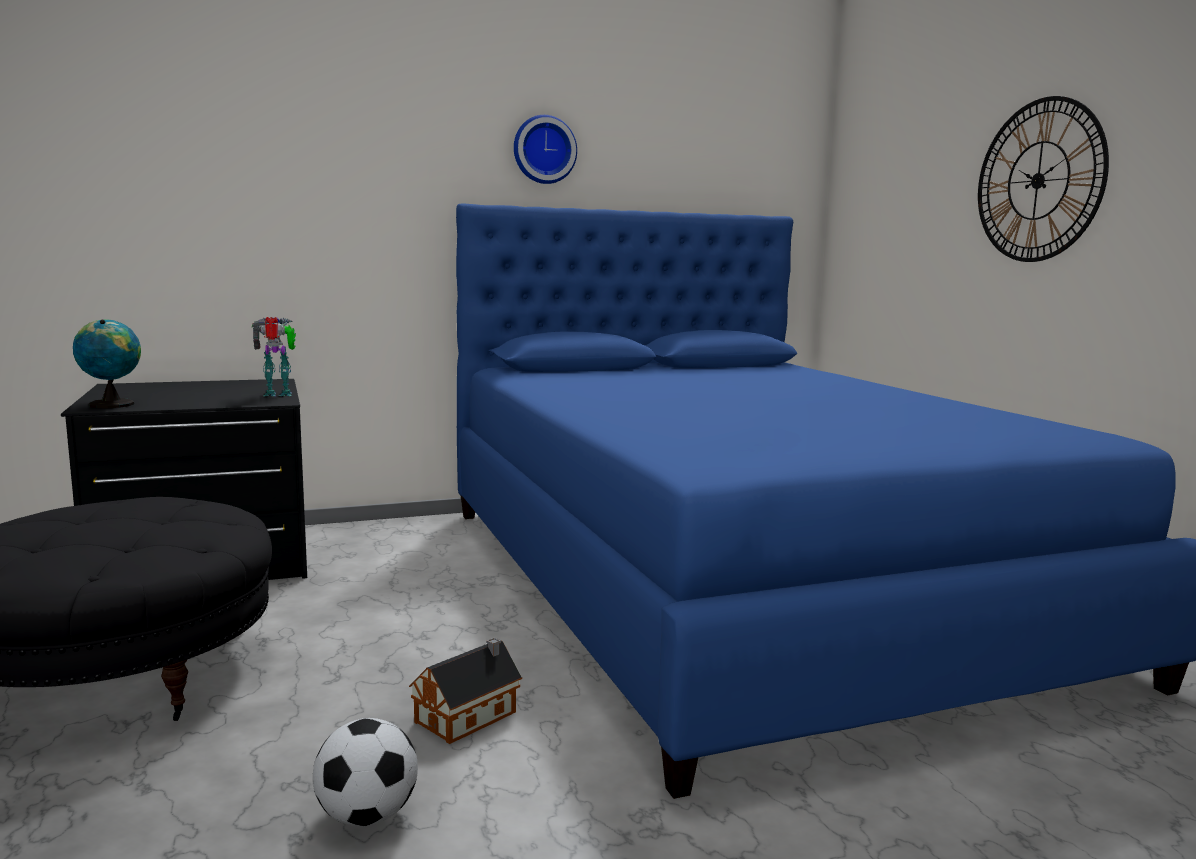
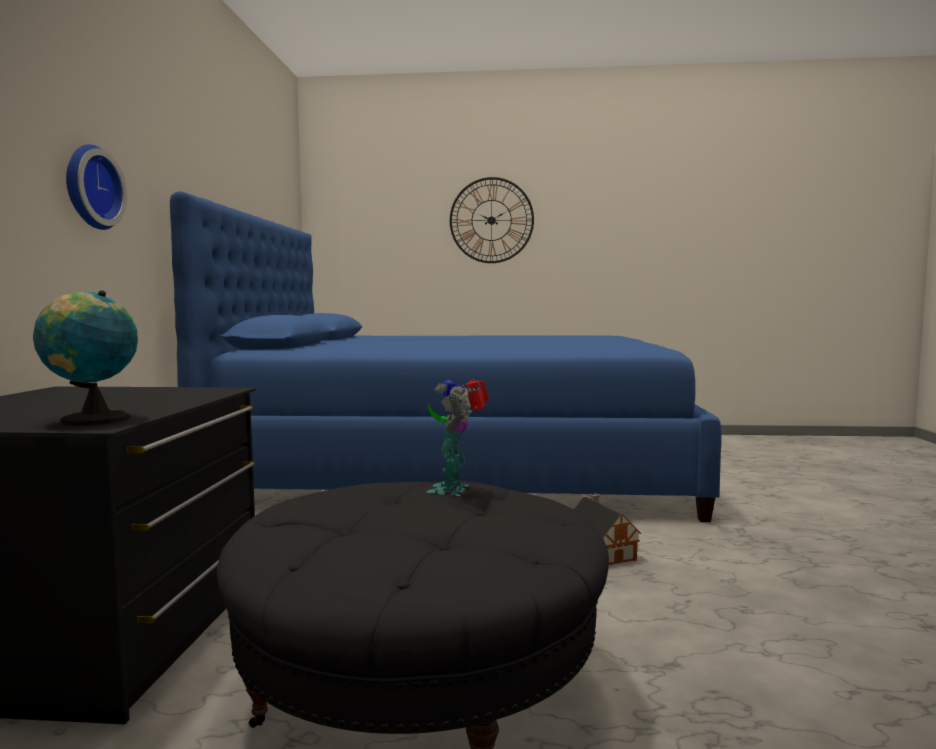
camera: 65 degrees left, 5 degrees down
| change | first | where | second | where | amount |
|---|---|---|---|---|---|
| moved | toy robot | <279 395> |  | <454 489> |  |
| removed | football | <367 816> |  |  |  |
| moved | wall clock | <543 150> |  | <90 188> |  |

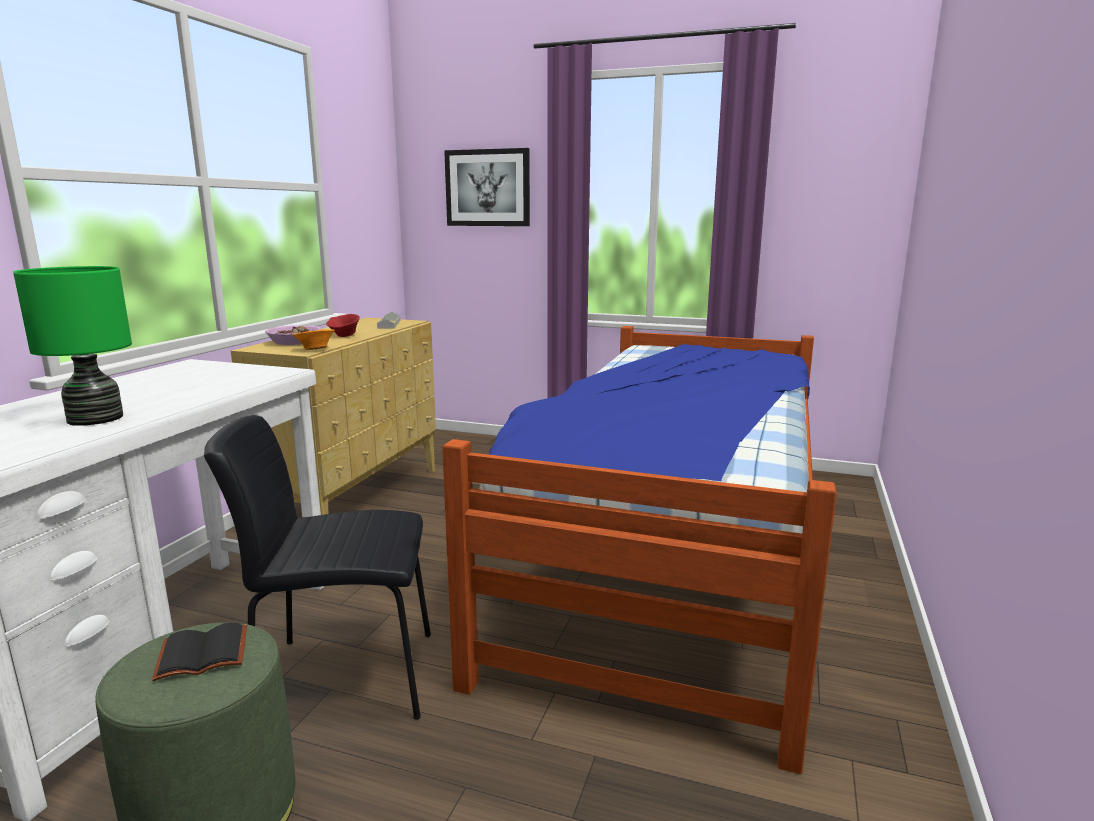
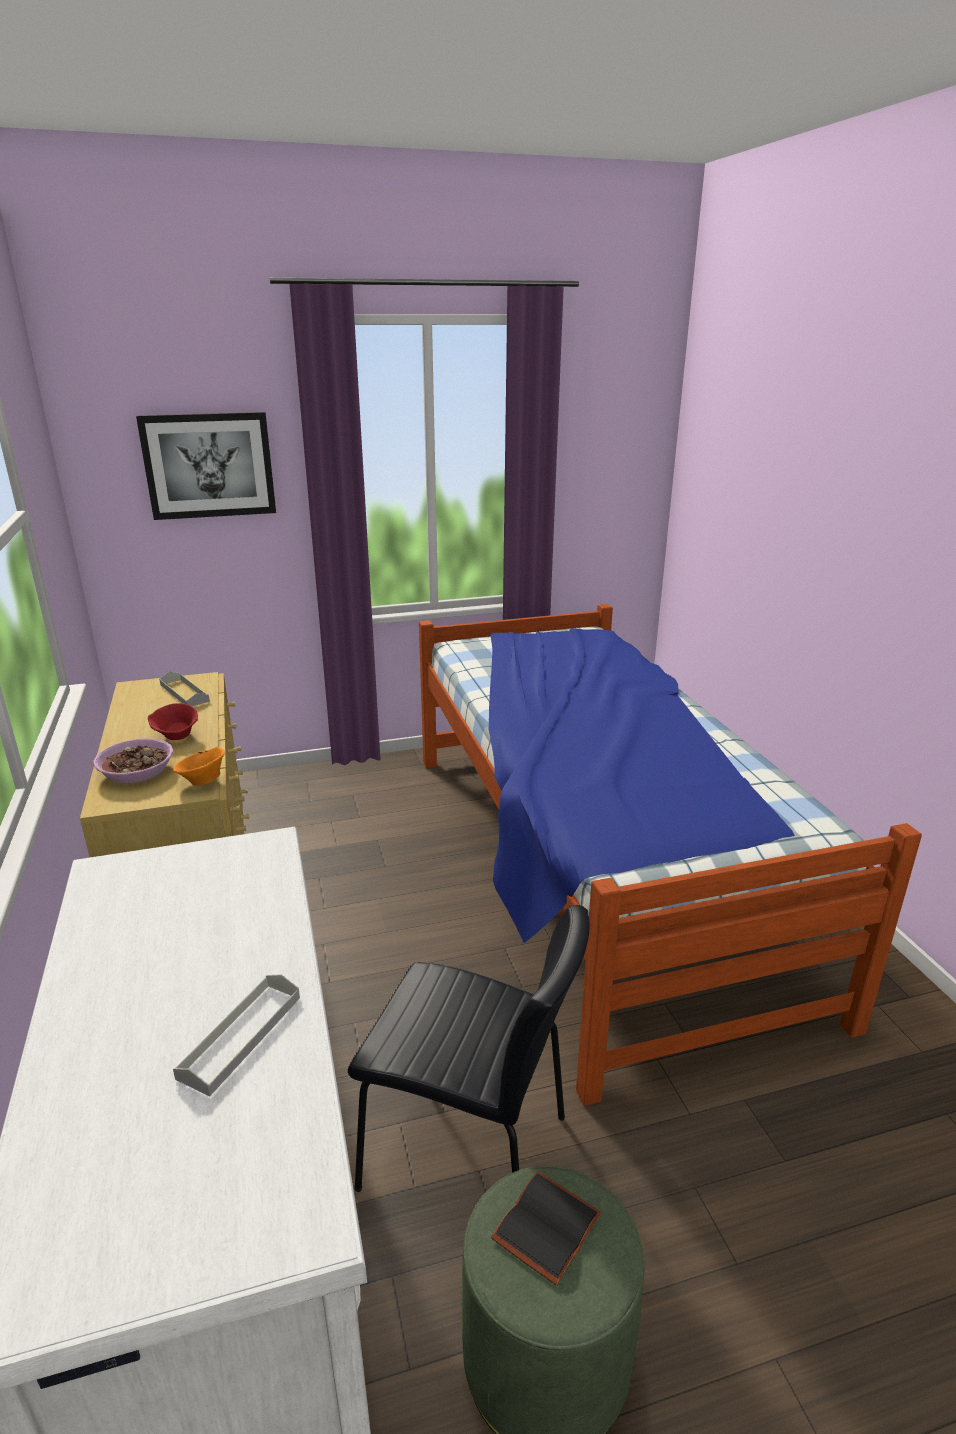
camera: 35 degrees left, 10 degrees up
| change | first | where | second | where | amount |
|---|---|---|---|---|---|
| replaced | green table lamp | <95 419> | grey tray | <241 1036> |  |
| turned | black chair | <340 678> |  | <472 1154> | 120 degrees counterclockwise |

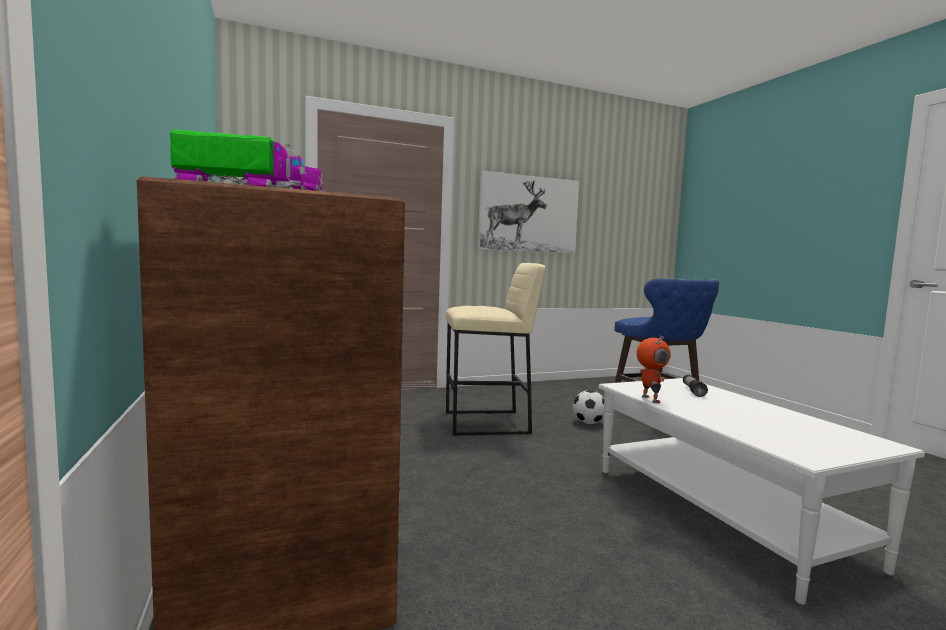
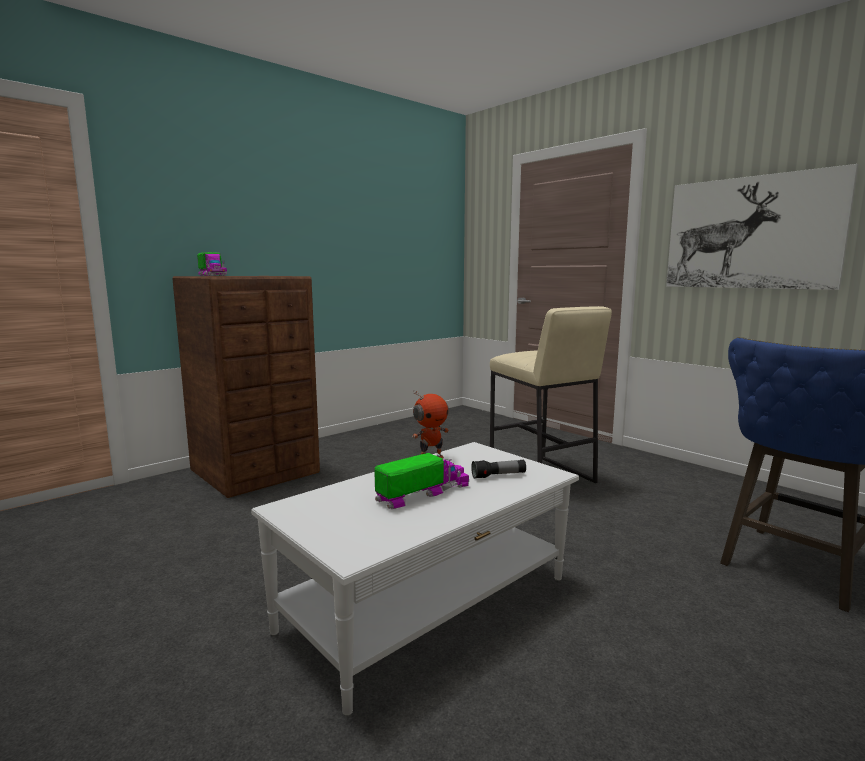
camera: 70 degrees right, 5 degrees up
| change | first | where | second | where | amount |
|---|---|---|---|---|---|
| removed | football | <588 423> |  |  |  |
| added |  |  | toy truck | <423 493> |  |

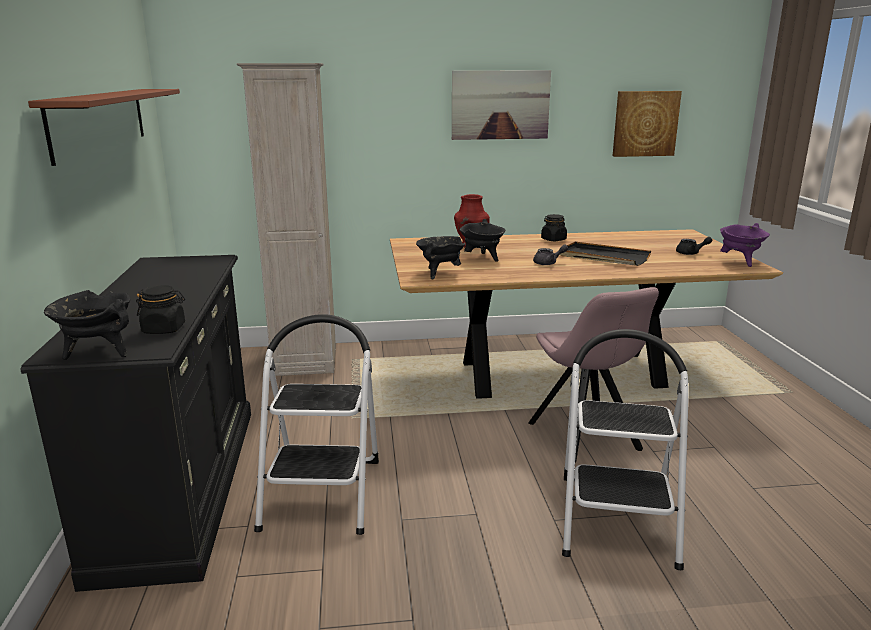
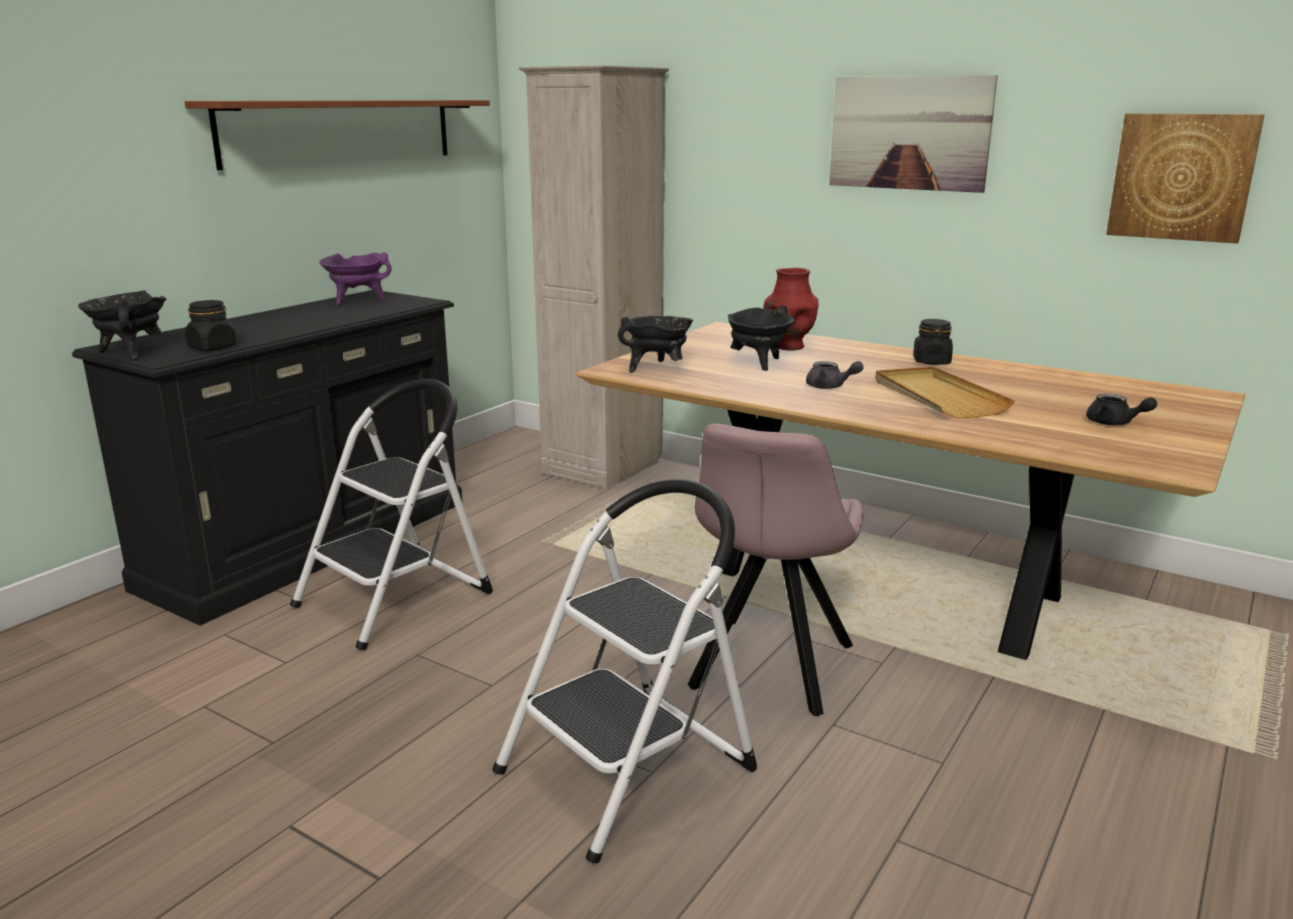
camera: 40 degrees right, 0 degrees up
| change | first | where | second | where | amount |
|---|---|---|---|---|---|
| recoloured | black tray | <603 257> | beige tray | <937 397> |  |
| moved | purple cooking pot | <740 262> |  | <357 302> |  |

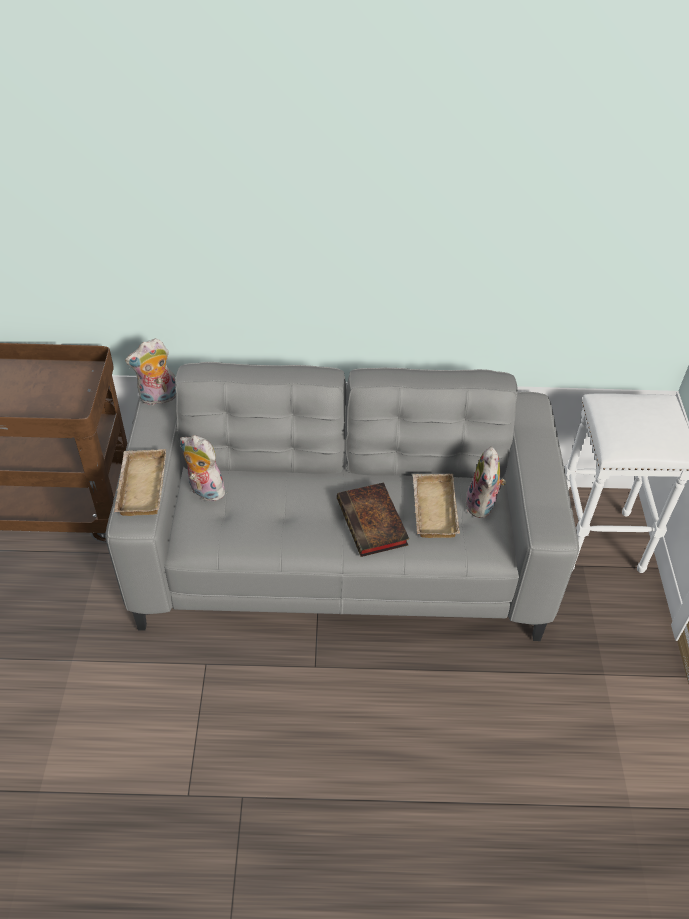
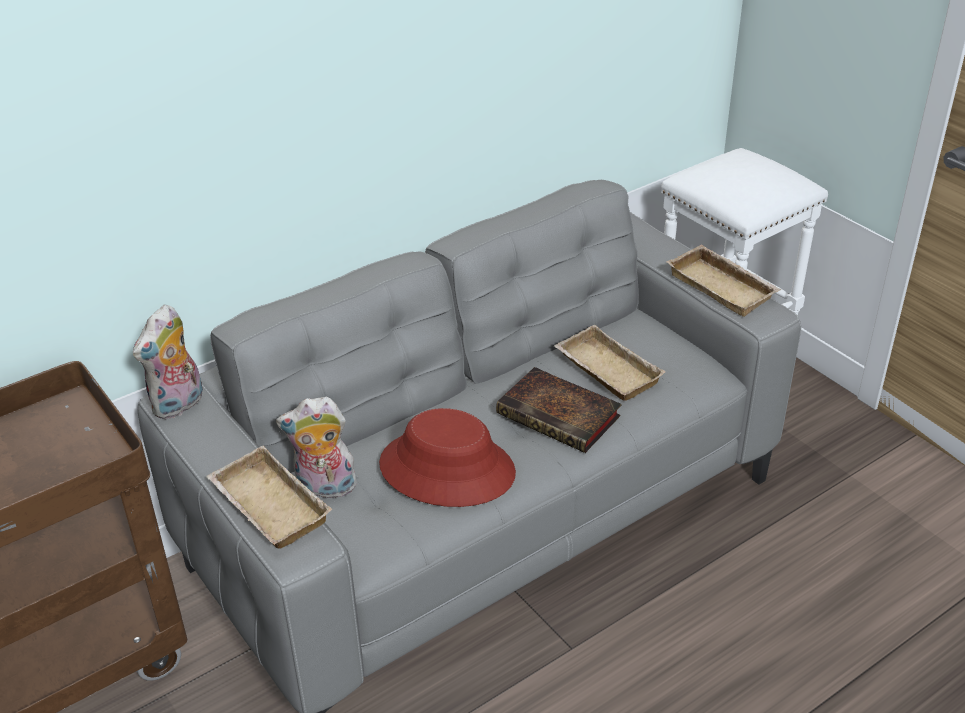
camera: 35 degrees left, 10 degrees down
| change | first | where | second | where | amount |
|---|---|---|---|---|---|
| removed | plush toy | <482 505> |  |  |  |
| added |  |  | red hat | <447 469> |  |
| added |  |  | beige tray | <724 287> |  |

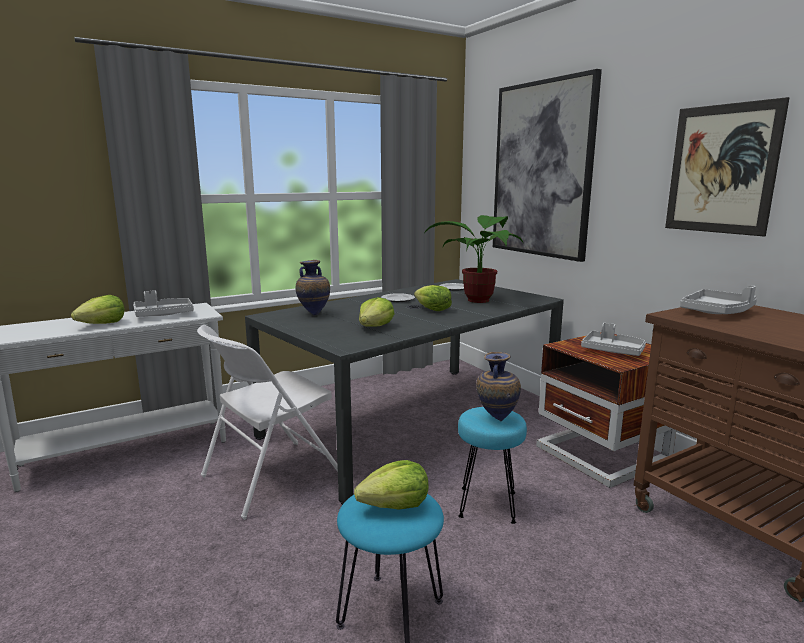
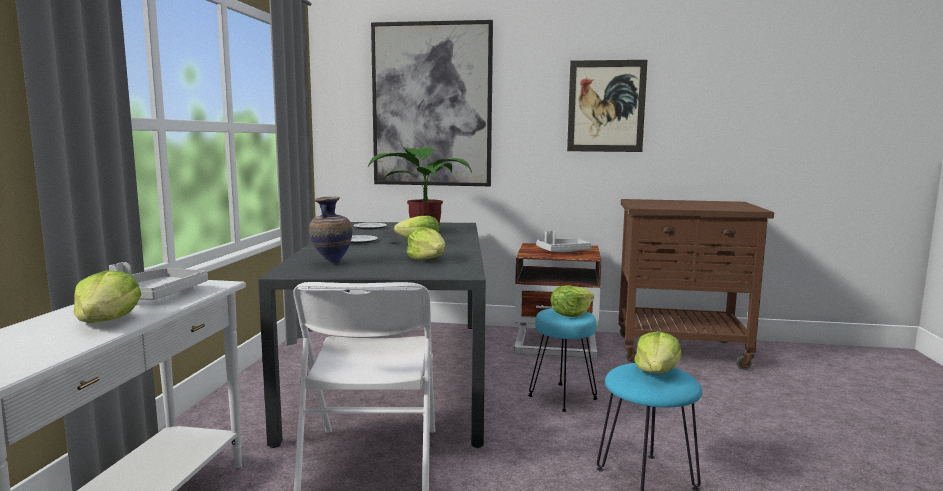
camera: 50 degrees left, 5 degrees down
| change | first | where | second | where | amount |
|---|---|---|---|---|---|
| replaced | vase | <496 419> | lettuce | <571 313> |  |
| removed | grey tray | <717 312> |  |  |  |

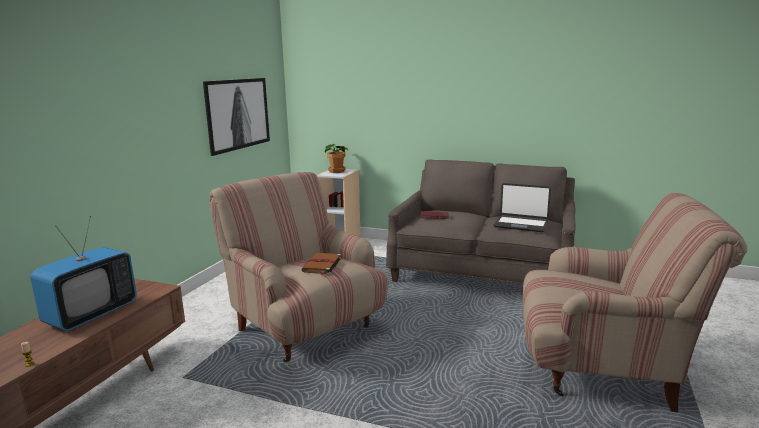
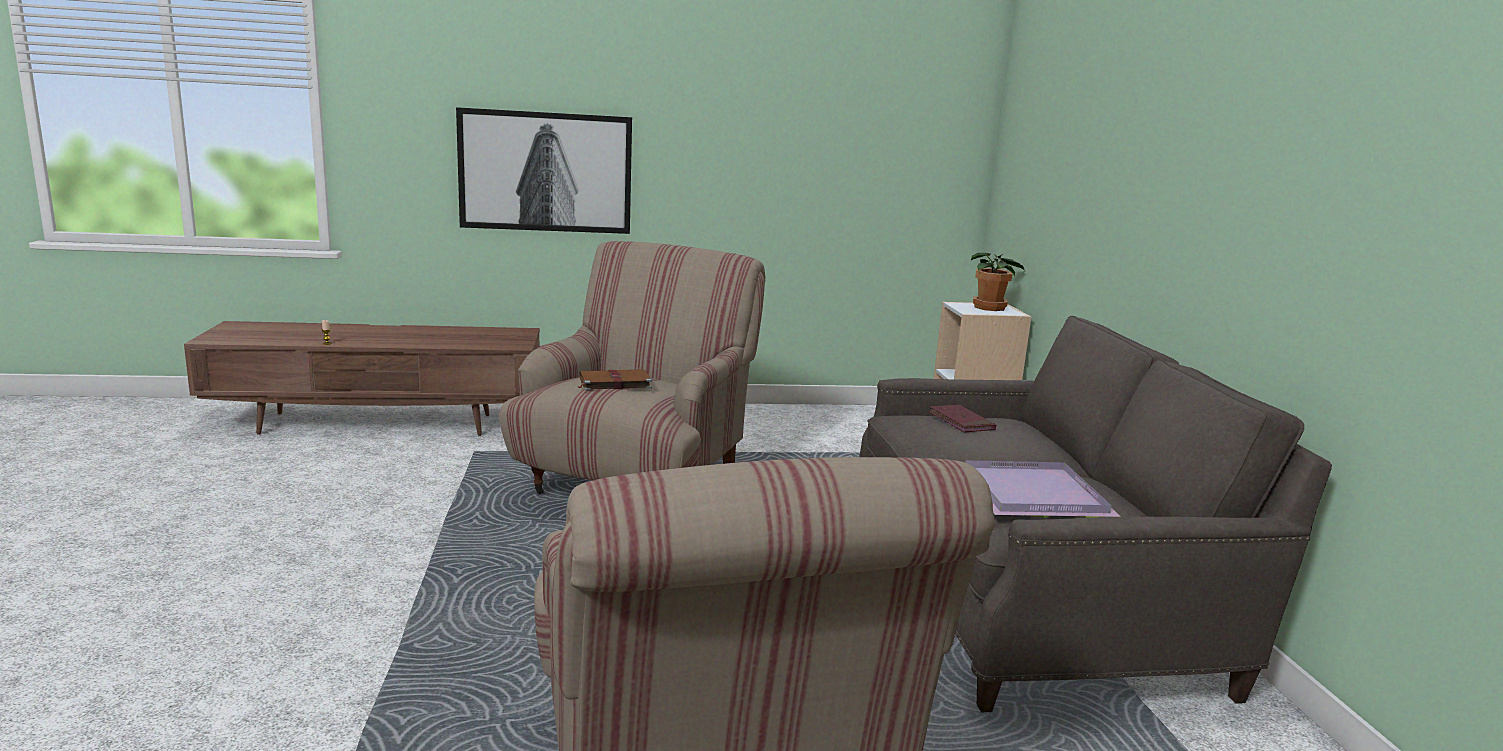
camera: 60 degrees right, 0 degrees up
| change | first | where | second | where | amount |
|---|---|---|---|---|---|
| removed | television | <91 314> |  |  |  |
| moved | picture | <238 114> |  | <545 172> |  |
| replaced | laptop | <521 224> | purple tray | <1036 496> |  |

